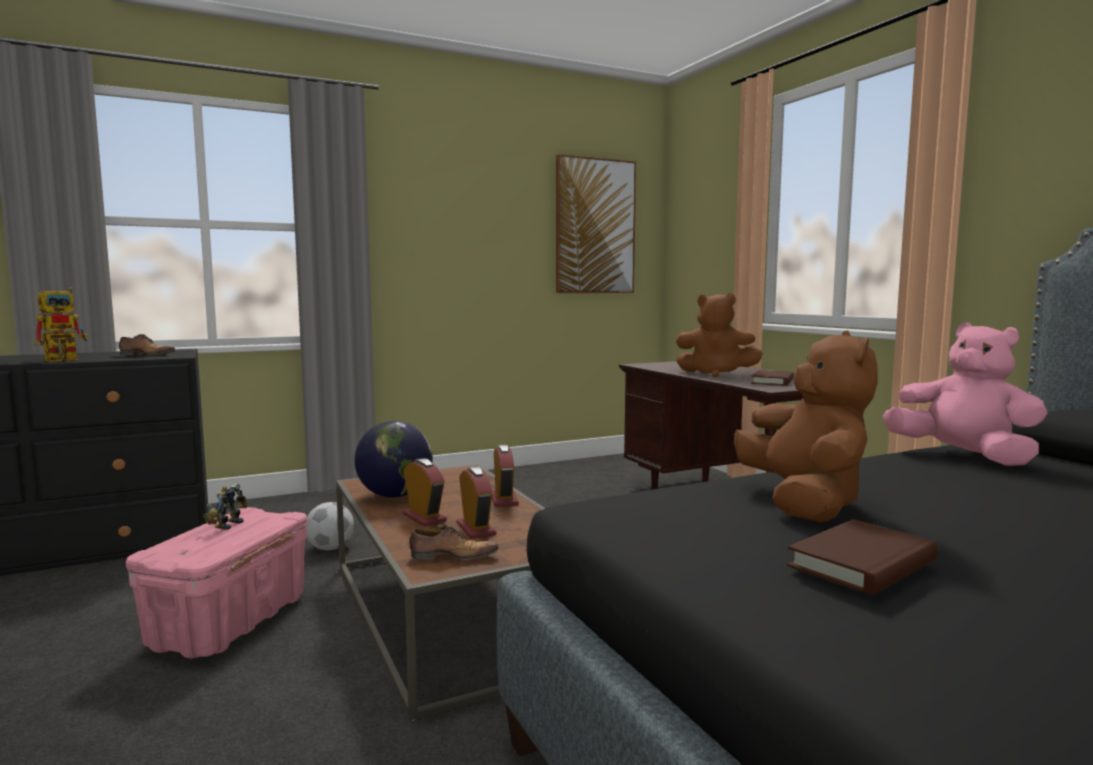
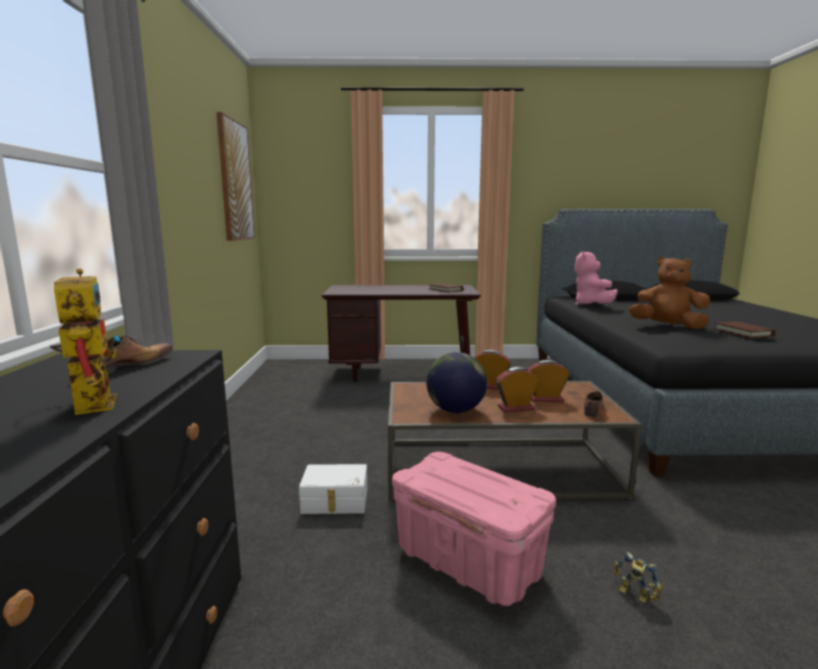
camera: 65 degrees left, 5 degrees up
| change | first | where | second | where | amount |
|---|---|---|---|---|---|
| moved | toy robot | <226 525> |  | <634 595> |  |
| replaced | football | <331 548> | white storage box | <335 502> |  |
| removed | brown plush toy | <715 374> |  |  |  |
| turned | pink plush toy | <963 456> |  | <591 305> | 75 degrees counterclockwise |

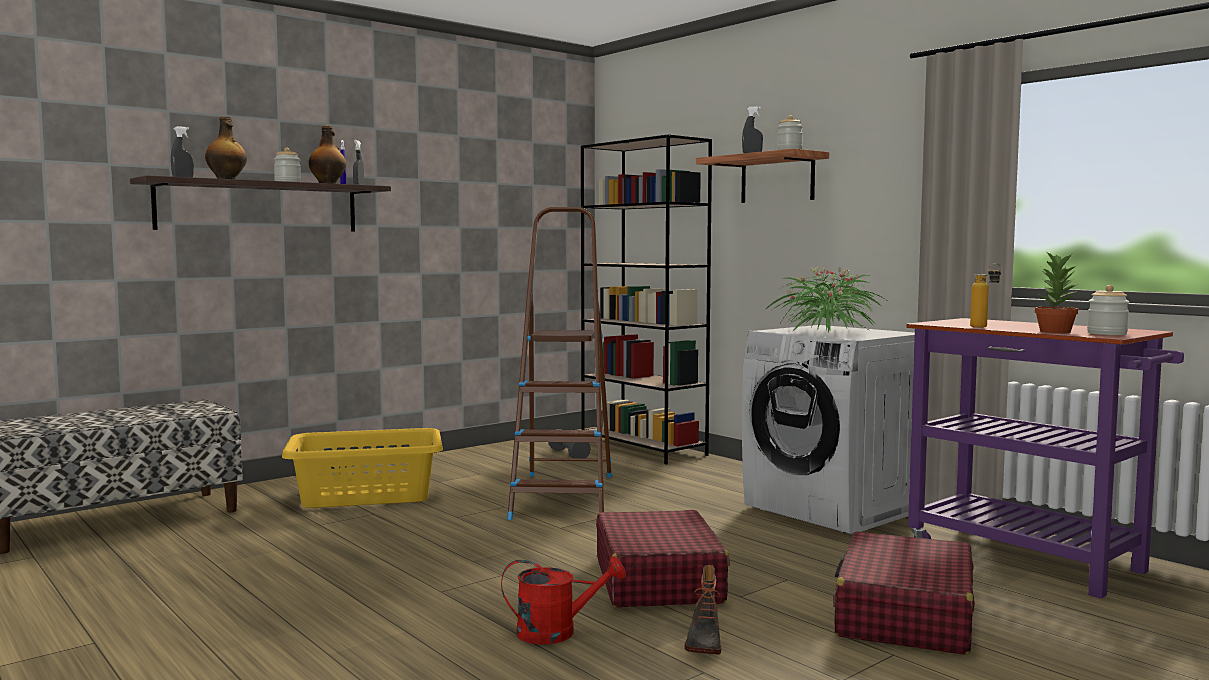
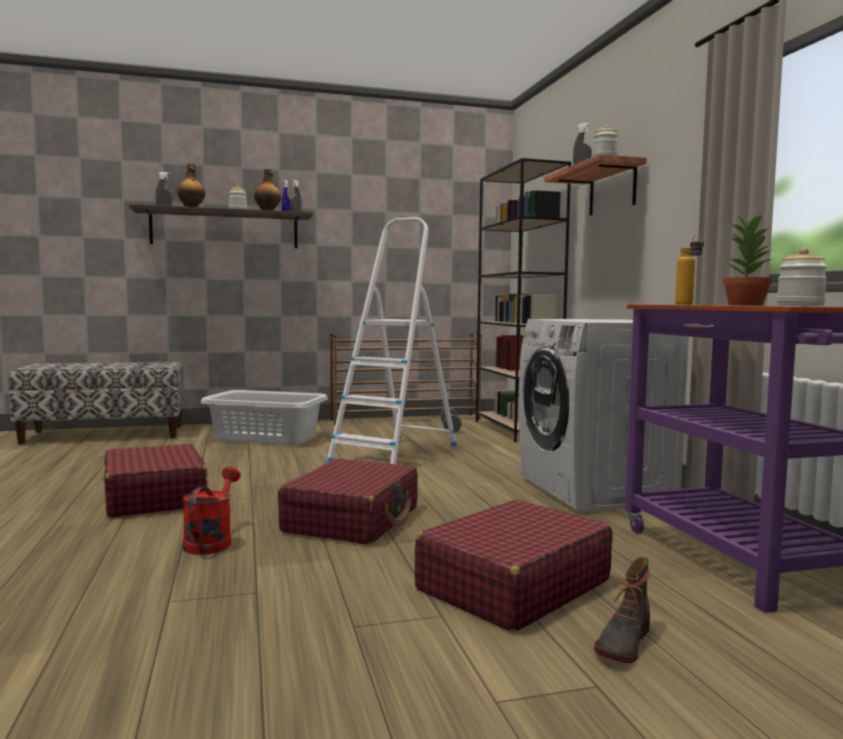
camera: 25 degrees right, 0 degrees up
| change | first | where | second | where | amount |
|---|---|---|---|---|---|
| recoloured | yellow laundry basket | <365 495> | grey laundry basket | <266 437> |  |
| turned | red watering can | <557 632> |  | <211 541> | 105 degrees counterclockwise |
| recoloured | brown step ladder | <563 496> | white step ladder | <395 453> |  |
| moved | boot | <703 641> |  | <622 642> |  |
| removed | potted plant | <826 331> |  |  |  |
| added |  |  | red suitcase | <155 497> |  |
| added |  |  | brown shoe rack | <406 419> |  |

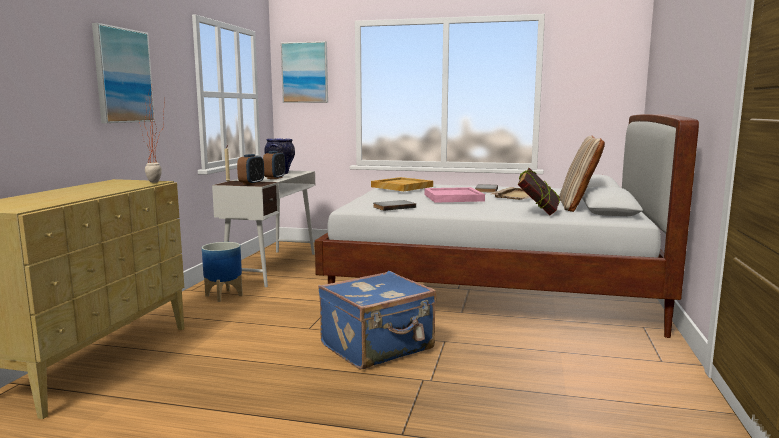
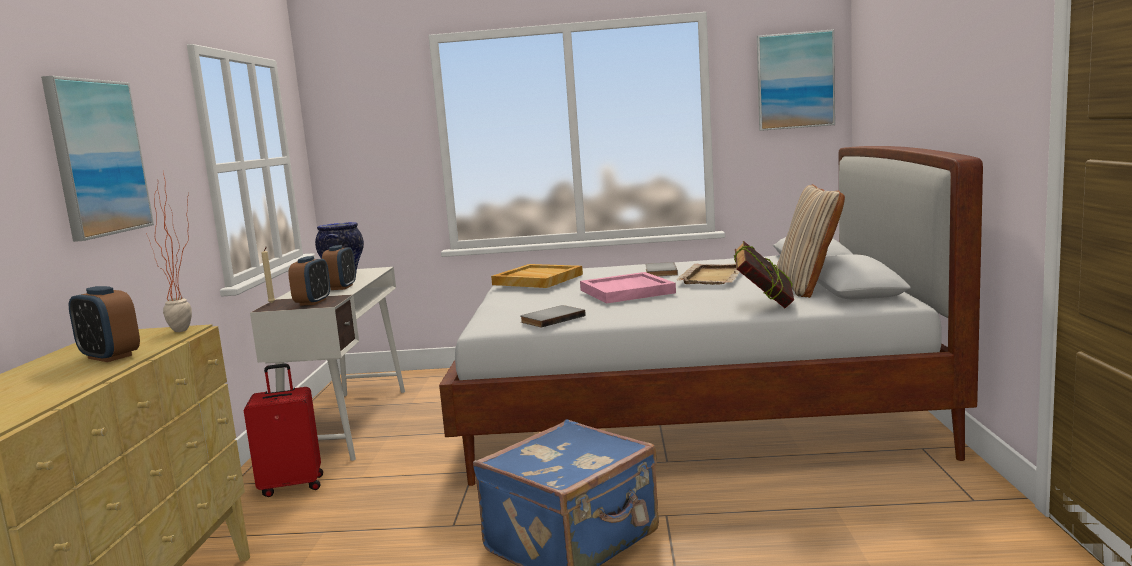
camera: 10 degrees left, 0 degrees up
| change | first | where | second | where | amount |
|---|---|---|---|---|---|
| replaced | planter | <224 295> | red suitcase | <292 485> |  |
| moved | picture | <305 72> |  | <795 81> |  |
| added |  |  | alarm clock | <110 357> |  |

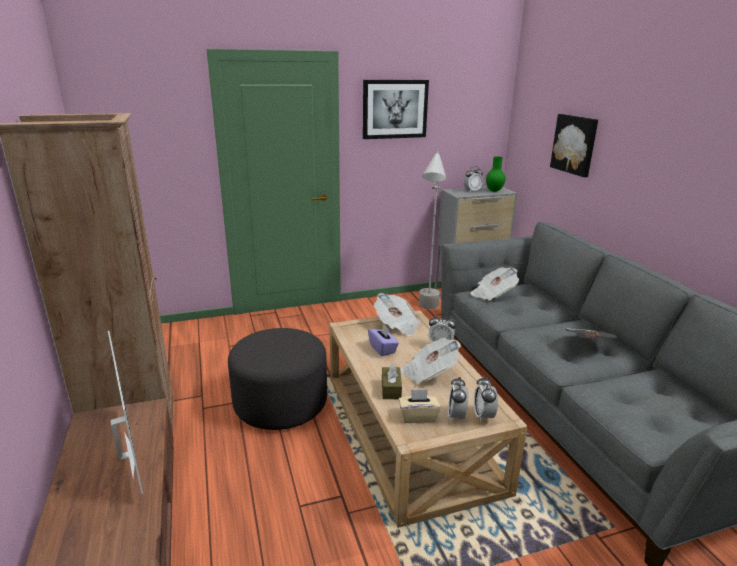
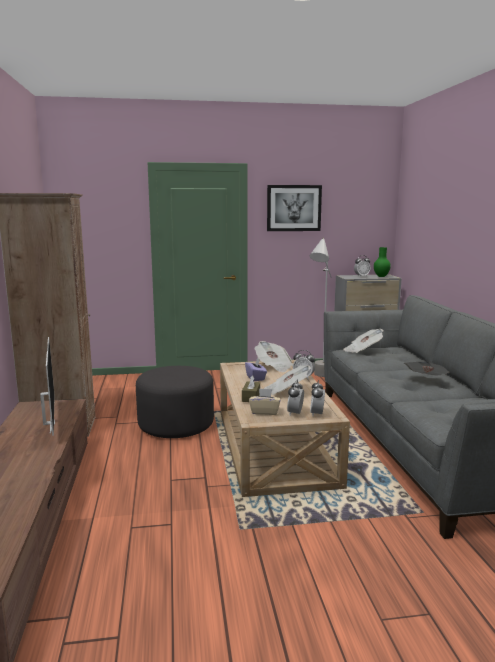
camera: 10 degrees right, 10 degrees down
| change | first | where | second | where | amount |
|---|---|---|---|---|---|
| removed | picture | <575 144> |  |  |  |

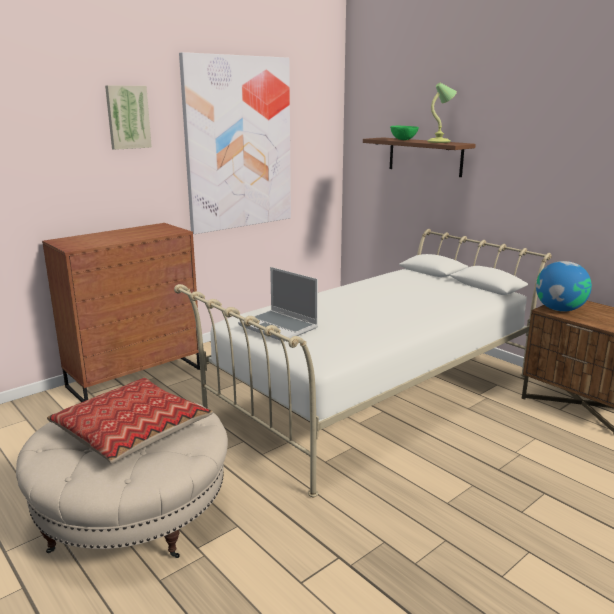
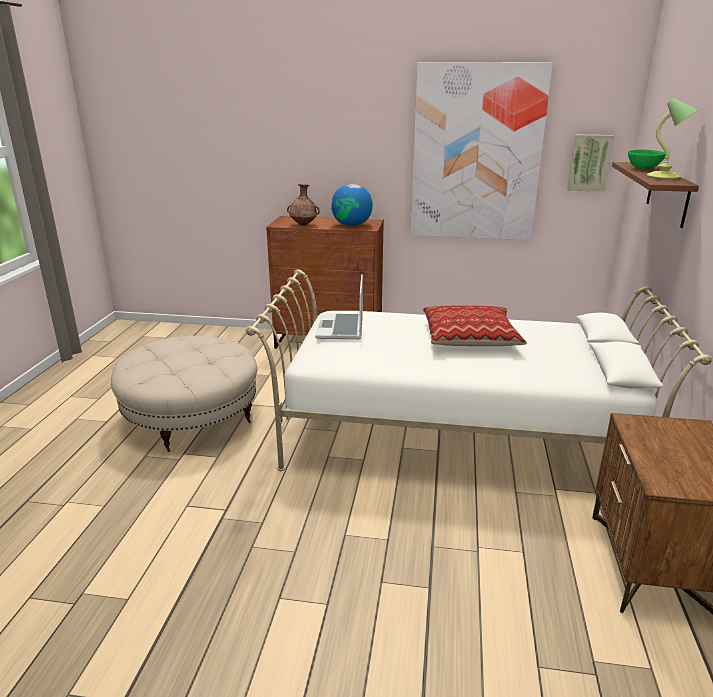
camera: 50 degrees right, 5 degrees up
| change | first | where | second | where | amount |
|---|---|---|---|---|---|
| moved | pillow | <132 430> |  | <470 337> |  |
| moved | picture | <127 117> |  | <589 163> |  |
| moved | globe | <559 309> |  | <352 225> |  |
| added |  |  | brown vase | <304 225> |  |

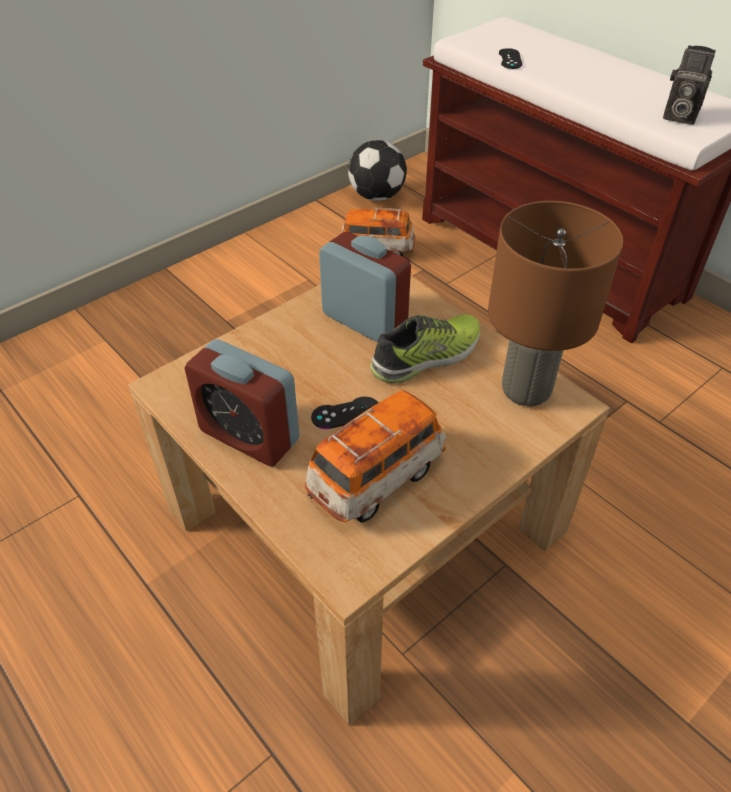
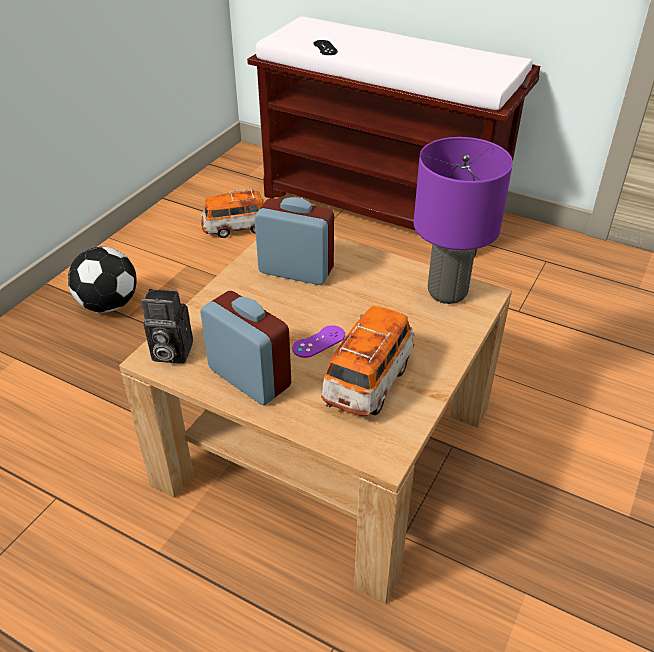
camera: 20 degrees left, 5 degrees down
| change | first | where | second | where | amount |
|---|---|---|---|---|---|
| turned | alarm clock | <249 436> |  | <249 378> | 150 degrees counterclockwise |
| recoloured | black game controller | <345 413> | purple game controller | <318 342> |  |
| moved | football | <376 196> |  | <108 305> |  |
| removed | shoe | <428 357> |  |  |  |
| recoloured | brown table lamp | <528 392> | purple table lamp | <449 293> |  |
| moved | photo camera | <677 116> |  | <169 353> |  |

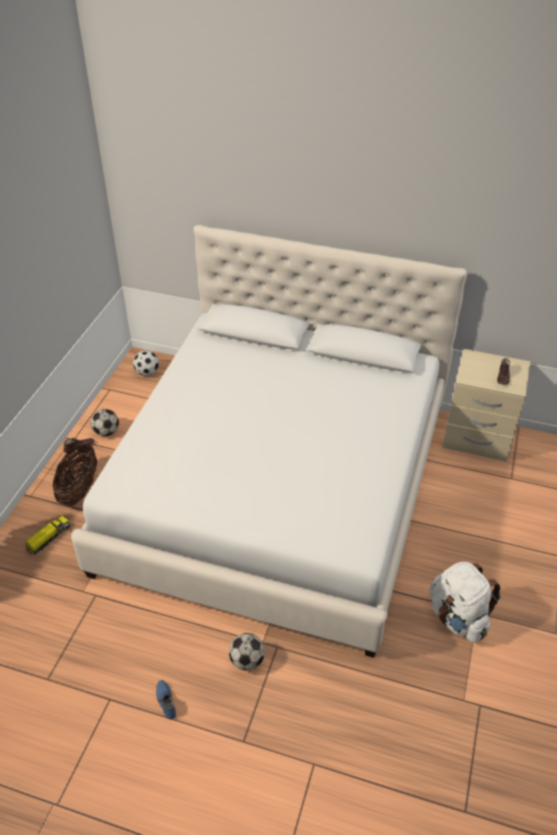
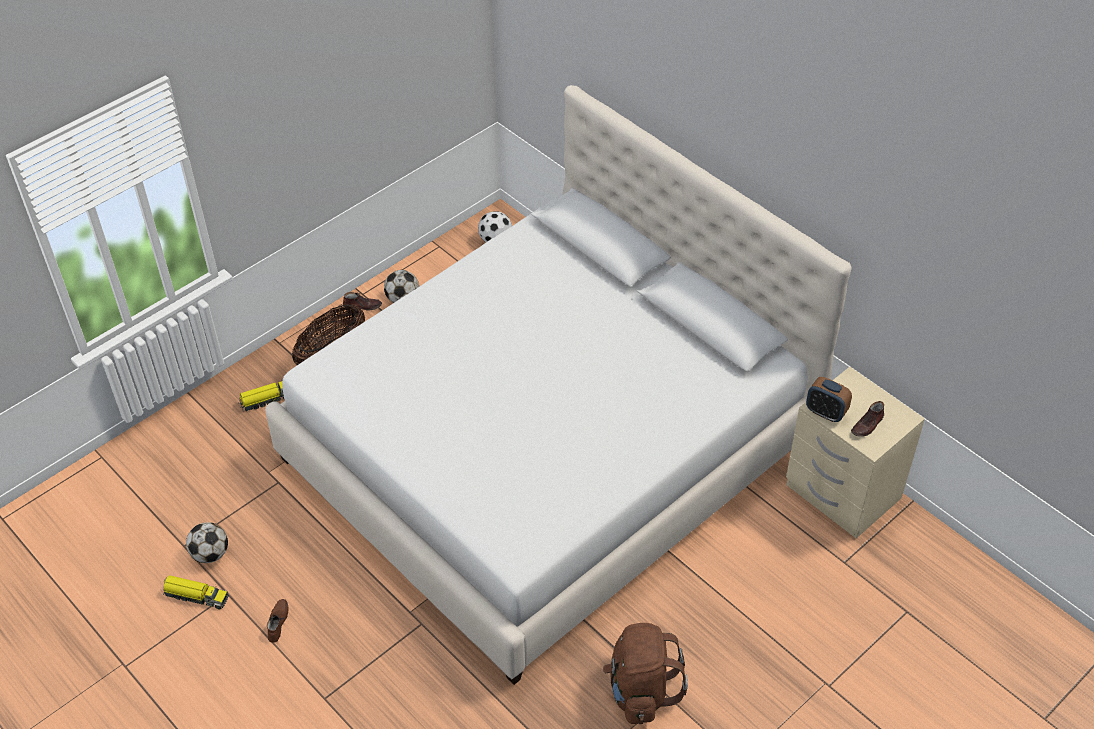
camera: 30 degrees right, 5 degrees up
| change | first | where | second | where | amount |
|---|---|---|---|---|---|
| recoloured | blue shoe | <165 701> | brown shoe | <277 622> |  |
| moved | football | <247 660> |  | <210 554> |  |
| recoloured | white backpack | <458 618> | brown backpack | <640 690> |  |
| added |  |  | toy truck | <196 596> |  |
| added |  |  | alarm clock | <825 412> |  |

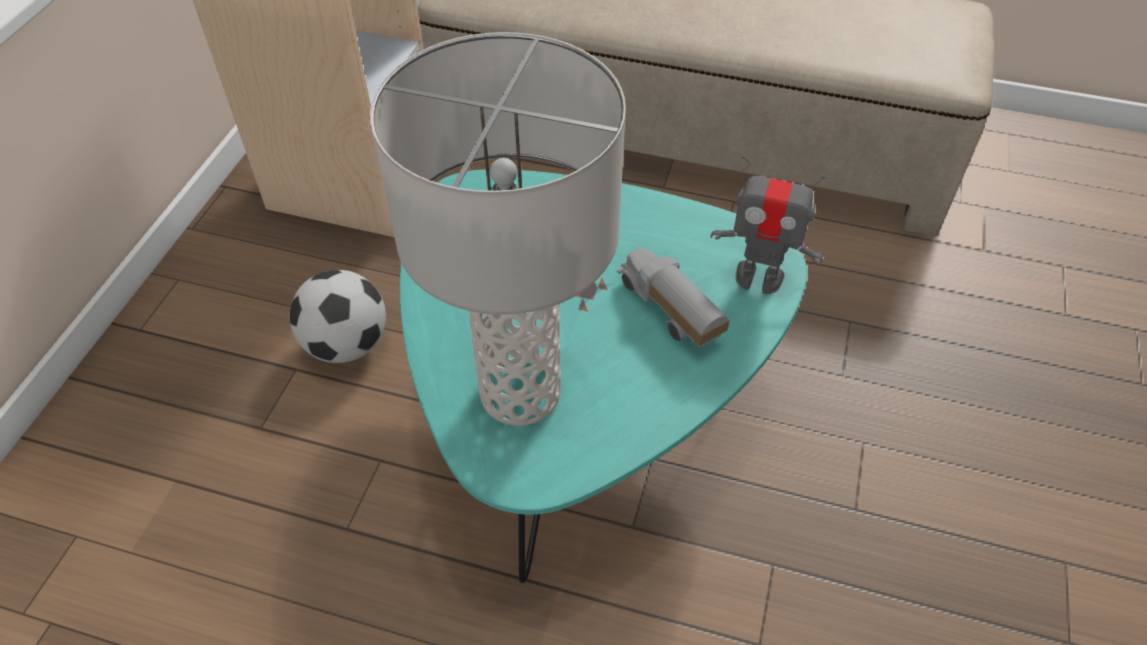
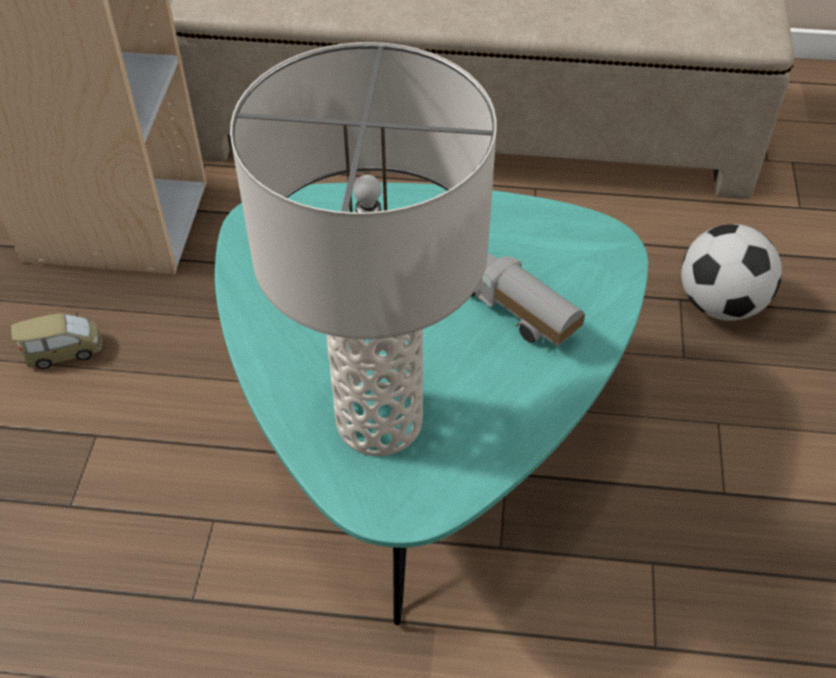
camera: 10 degrees left, 0 degrees up
| change | first | where | second | where | amount |
|---|---|---|---|---|---|
| moved | football | <347 345> |  | <720 304> |  |
| removed | toy robot | <759 277> |  |  |  |
| added |  |  | toy car | <64 351> |  |

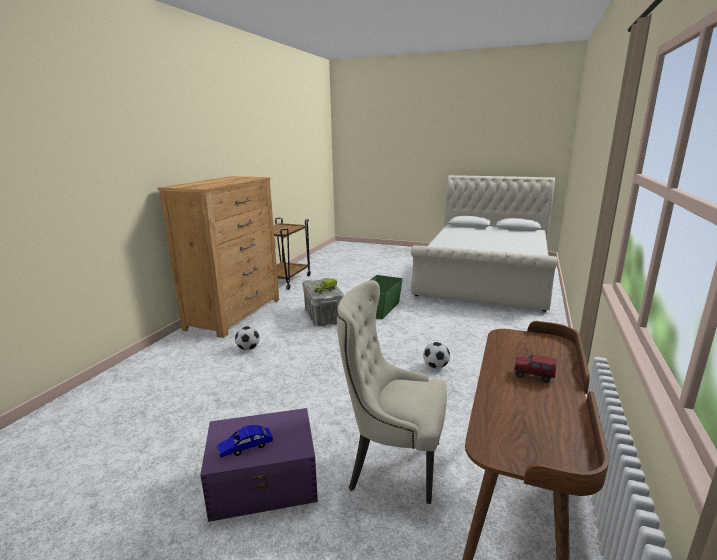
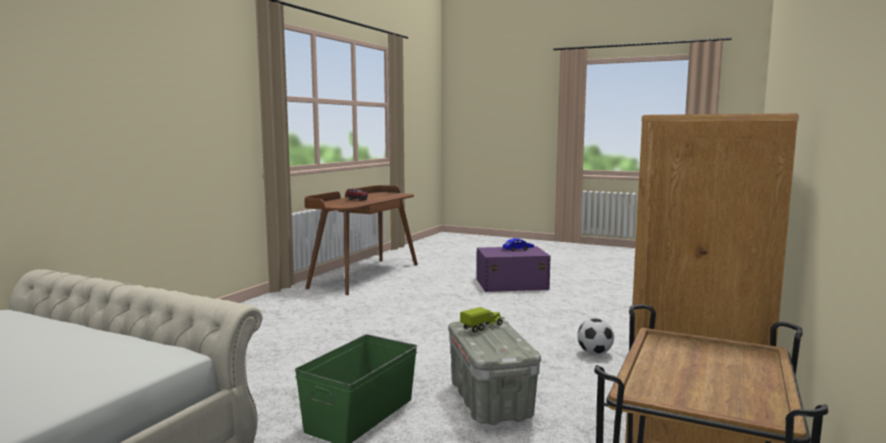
camera: 175 degrees left, 10 degrees down
| change | first | where | second | where | amount |
|---|---|---|---|---|---|
| removed | beige chair | <393 464> |  |  |  |
| removed | football | <436 366> |  |  |  |

